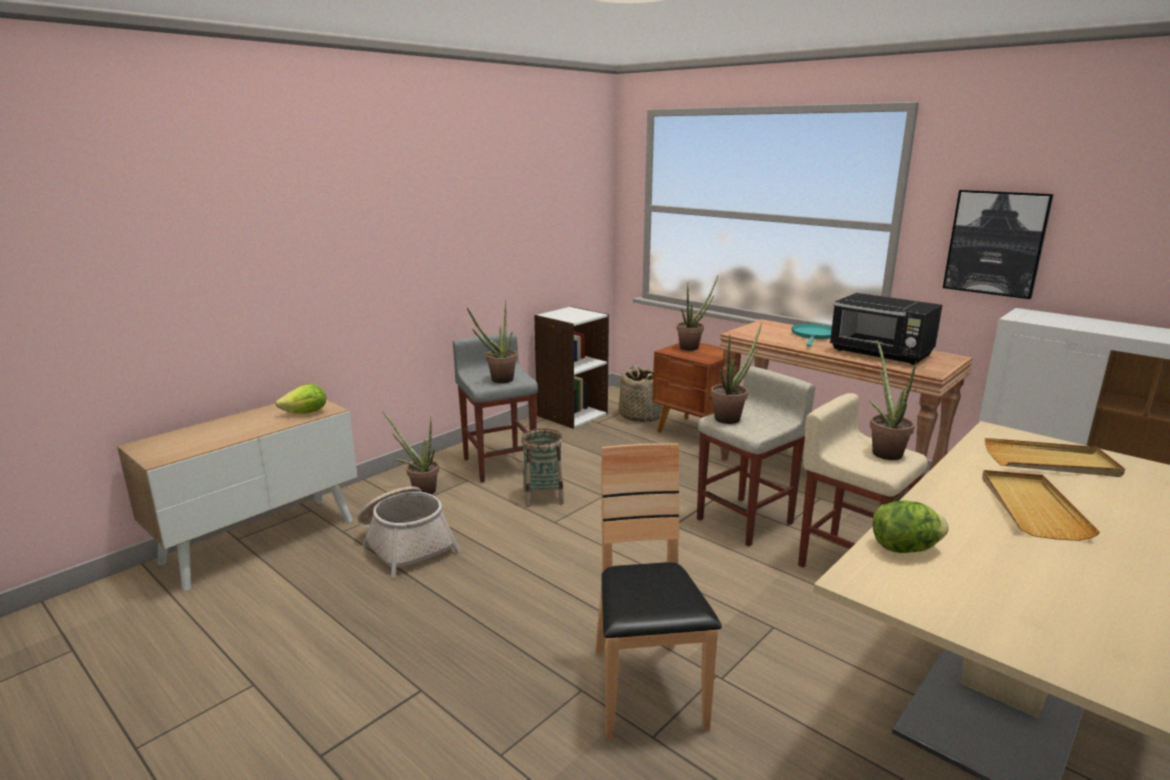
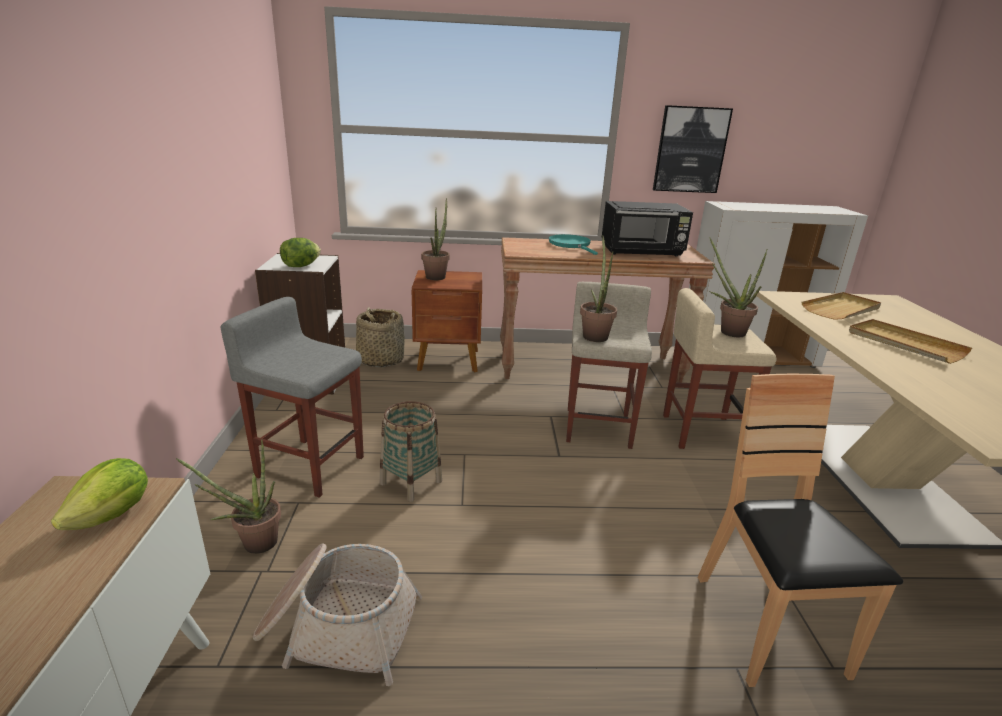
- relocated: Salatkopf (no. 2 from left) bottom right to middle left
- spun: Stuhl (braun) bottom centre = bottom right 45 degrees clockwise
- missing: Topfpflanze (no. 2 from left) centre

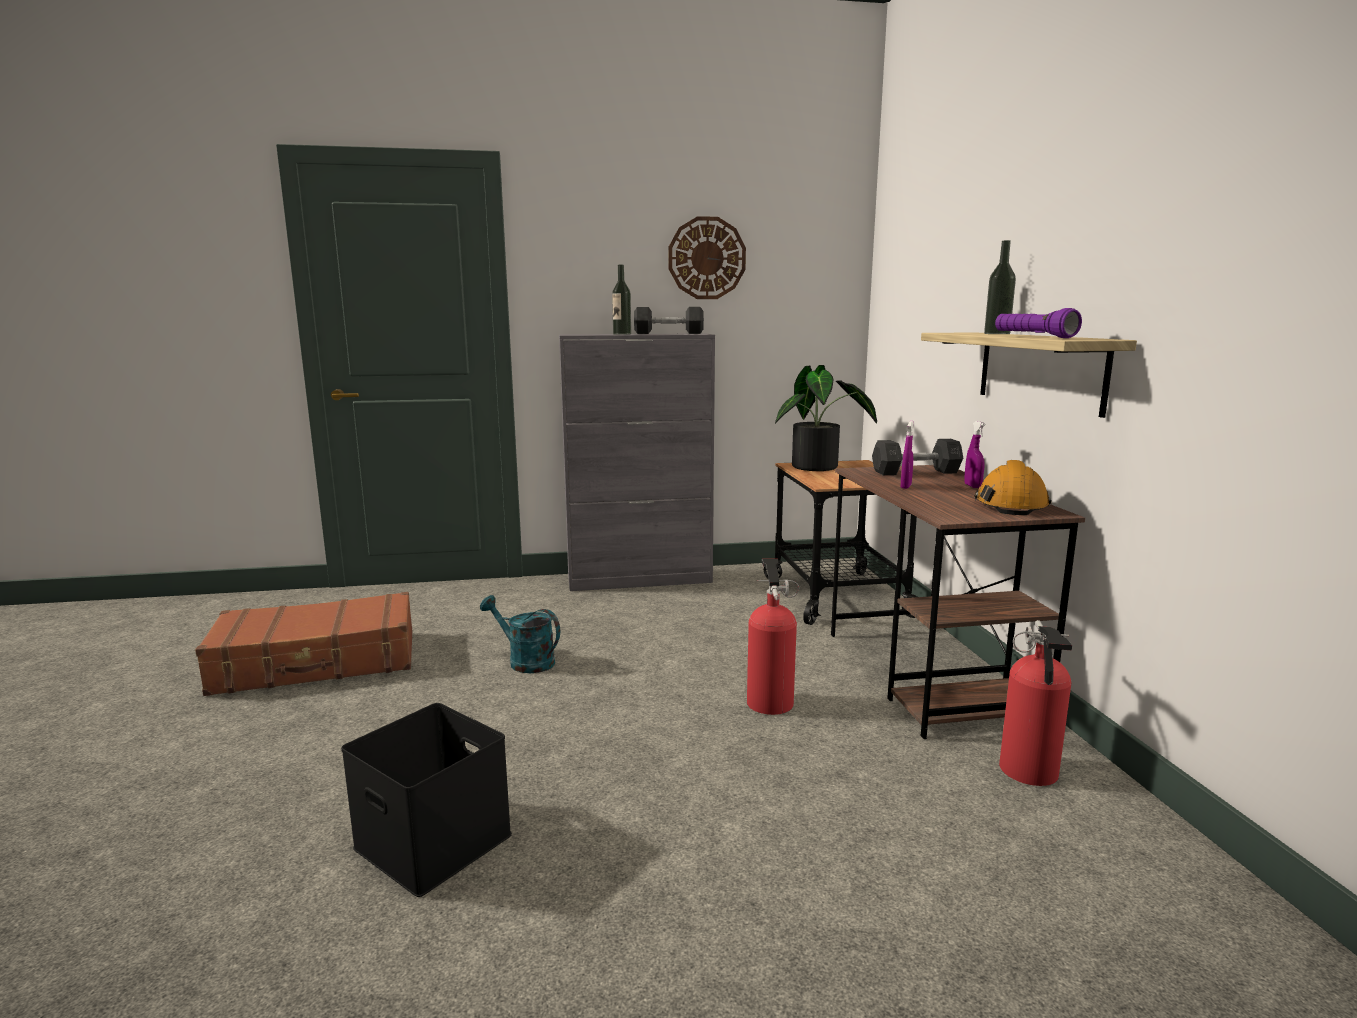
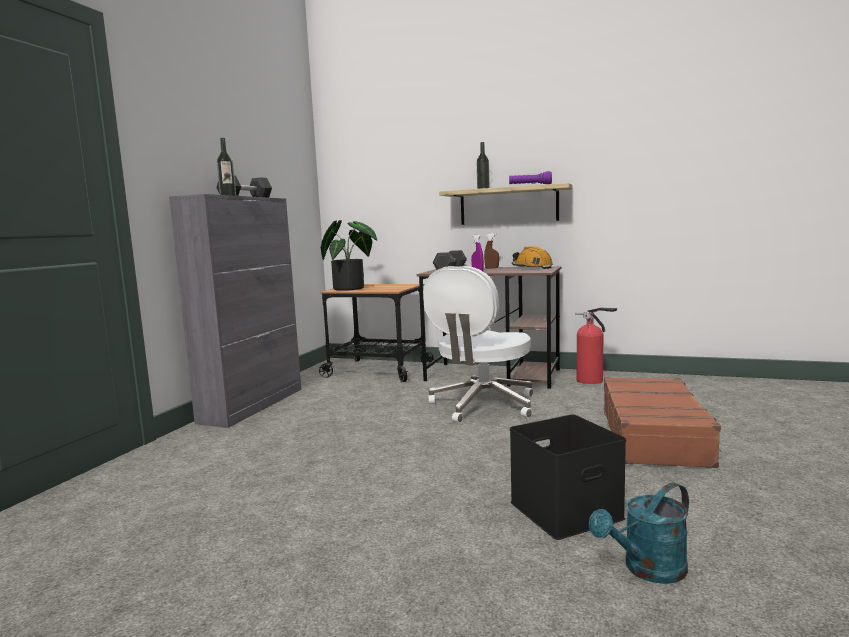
- exchanged: Feuerlöscher (no. 1 from left) centre to Bürostuhl (weiß) centre
- colour: Sprühflasche (lila) (no. 2 from left) middle right to Sprühflasche (braun) centre
- relocated: Gießkanne (türkis) centre to bottom right
- relocated: Koffer (braun) middle left to middle right
- missing: Wanduhr top centre

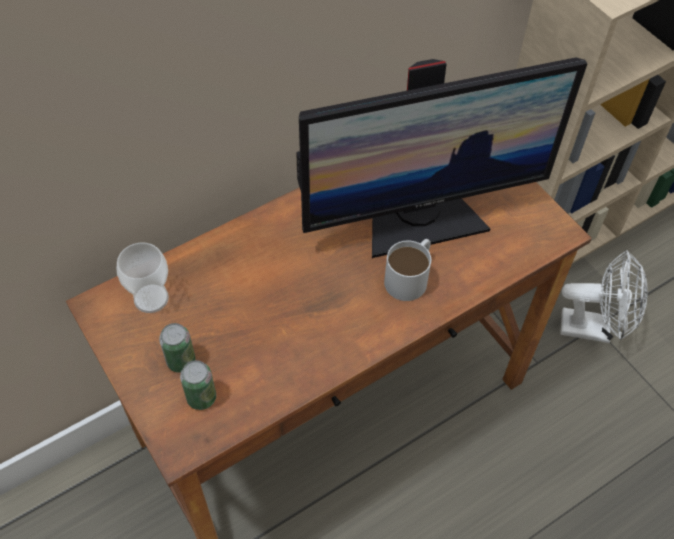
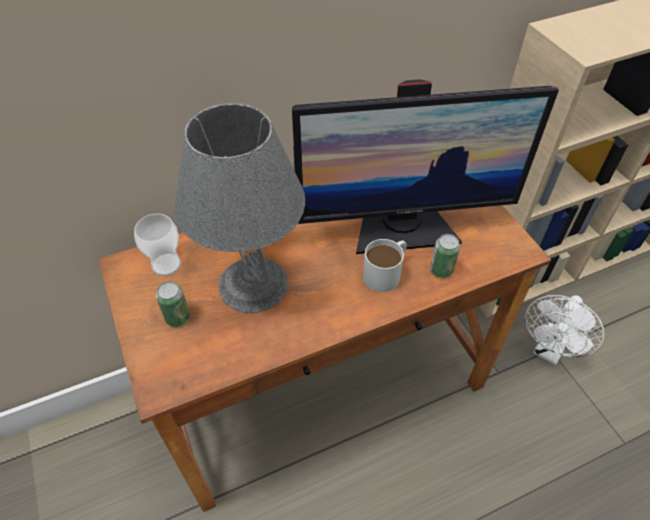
- appeared: Tischlampe (grau) centre
- relocated: Dose (no. 2 from left) bottom left to middle right
- spun: Ventilator (weiß) middle right = middle right 105 degrees clockwise

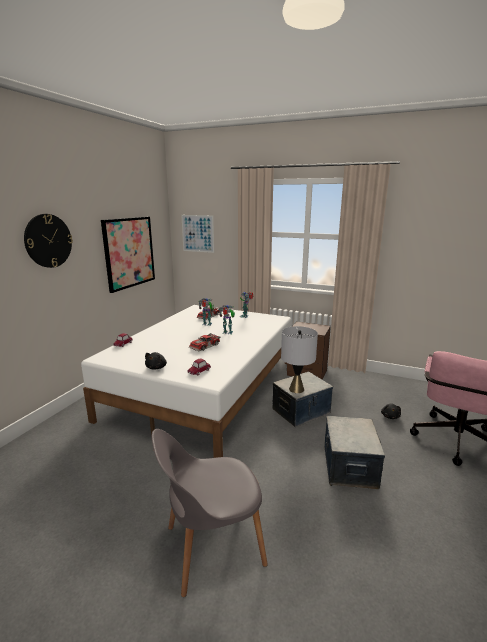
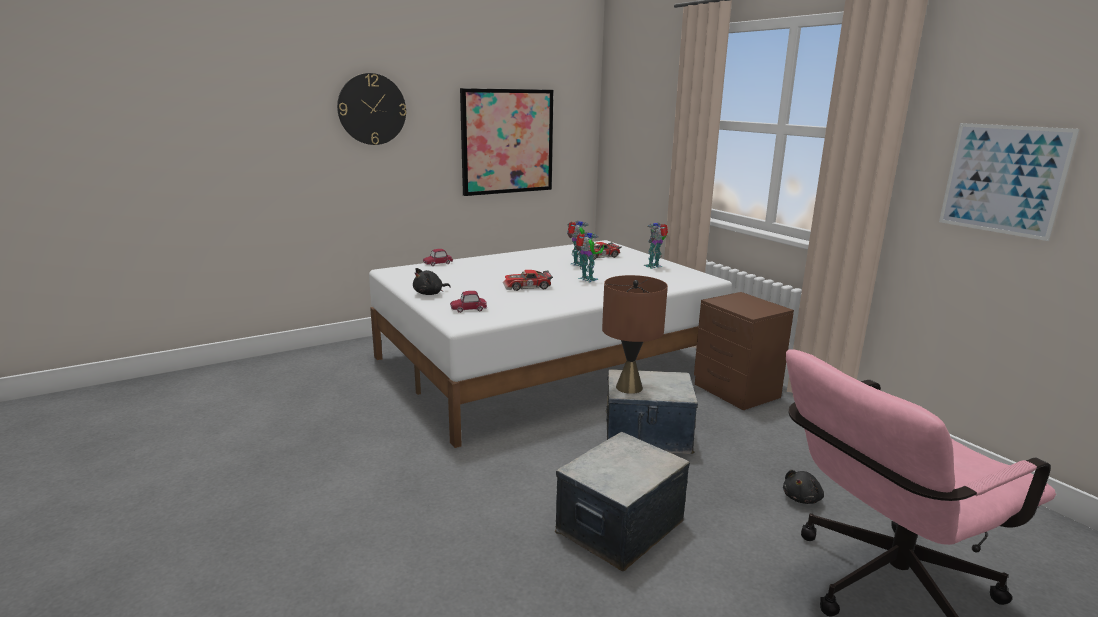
- colour: Tischlampe (grau) centre to Tischlampe (braun) centre
- relocated: Bild (no. 2 from left) centre to top right
- missing: Stuhl (grau) bottom centre

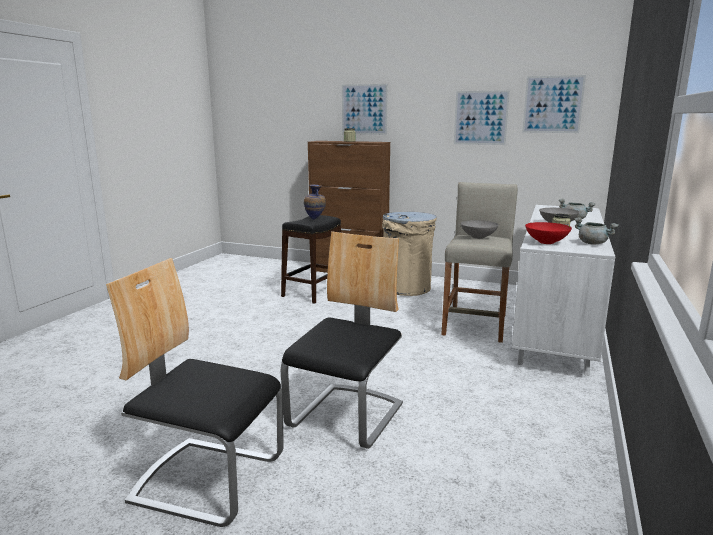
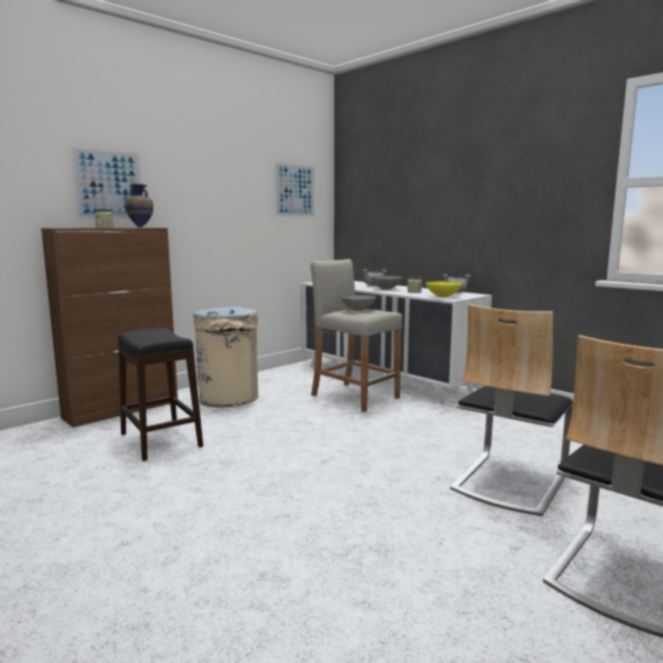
- relocated: Vase centre to top left
- colour: Schüssel (rot) middle right to Schüssel (gelb) middle right
- spun: Stuhl (no. 2 from left in the first image) centre = middle right 105 degrees counterclockwise
- missing: Bild (no. 2 from left) top right

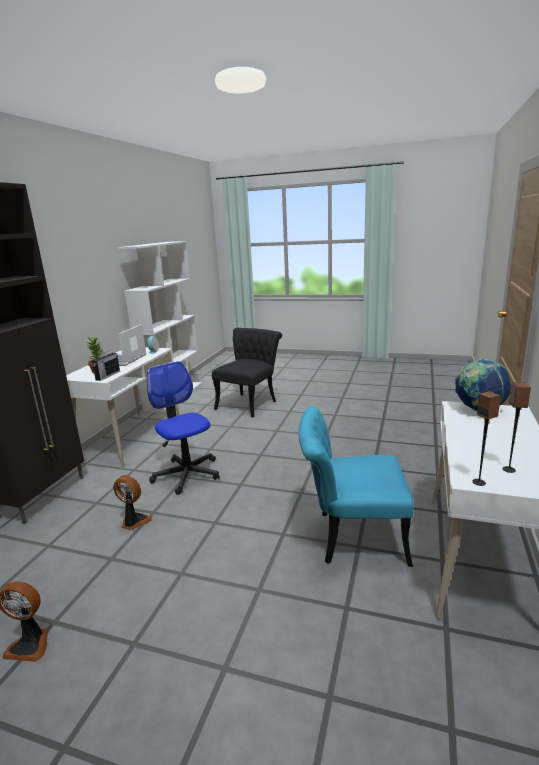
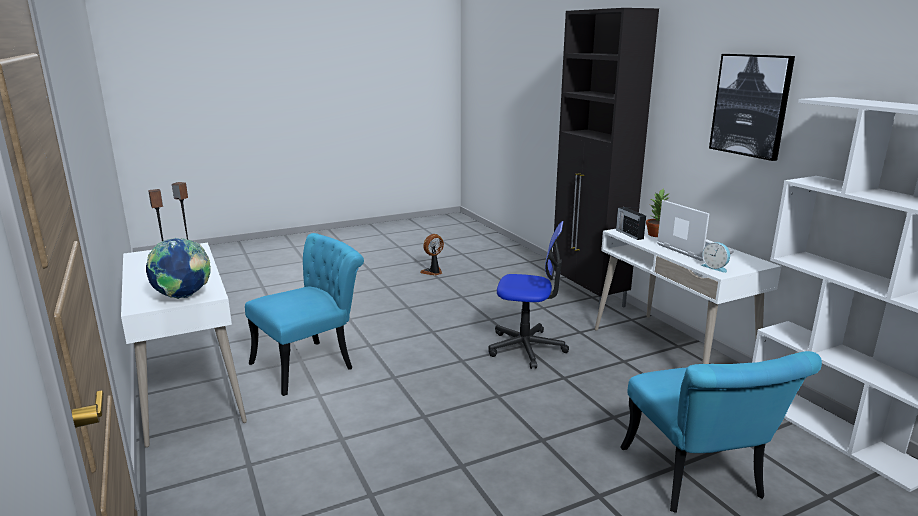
- colour: Stuhl (schwarz) centre to Stuhl (türkis) (no. 2 from left) bottom right
- appeared: Bild top right
- missing: Ventilator (no. 2 from left) middle left

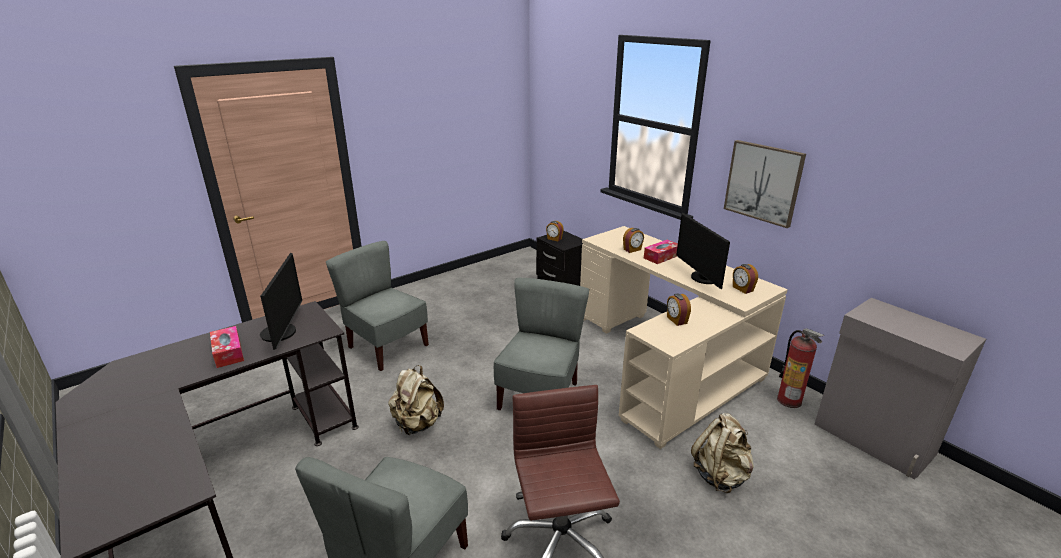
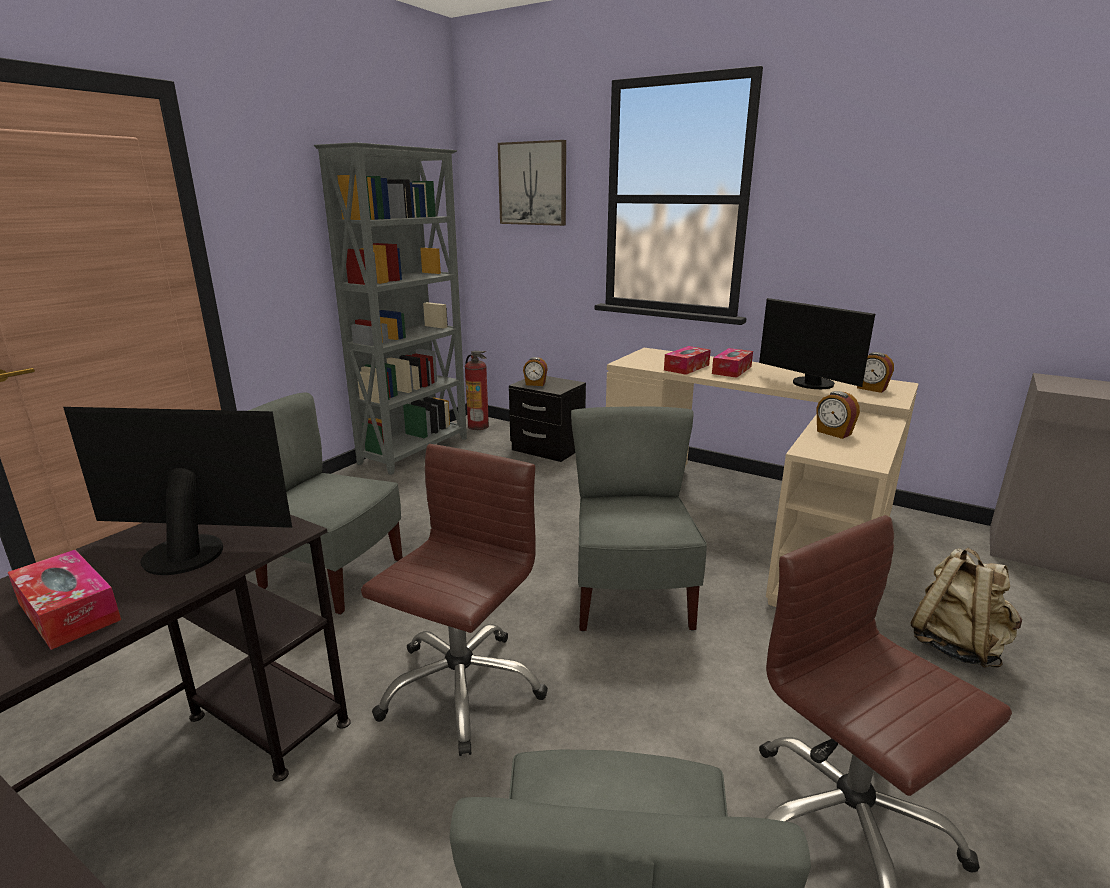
- spun: Monitor (no. 1 from left) middle left = middle left 60 degrees counterclockwise
- appeared: Bücherregal (grau) centre
- exchanged: Rucksack (beige) (no. 1 from left) bottom centre to Bürostuhl (braun) (no. 1 from left) bottom centre
- relocated: Feuerlöscher middle right to centre
- relocated: Bild top right to top centre
- exchanged: Wecker (no. 2 from left) centre to Taschentuchbox (no. 2 from left) centre

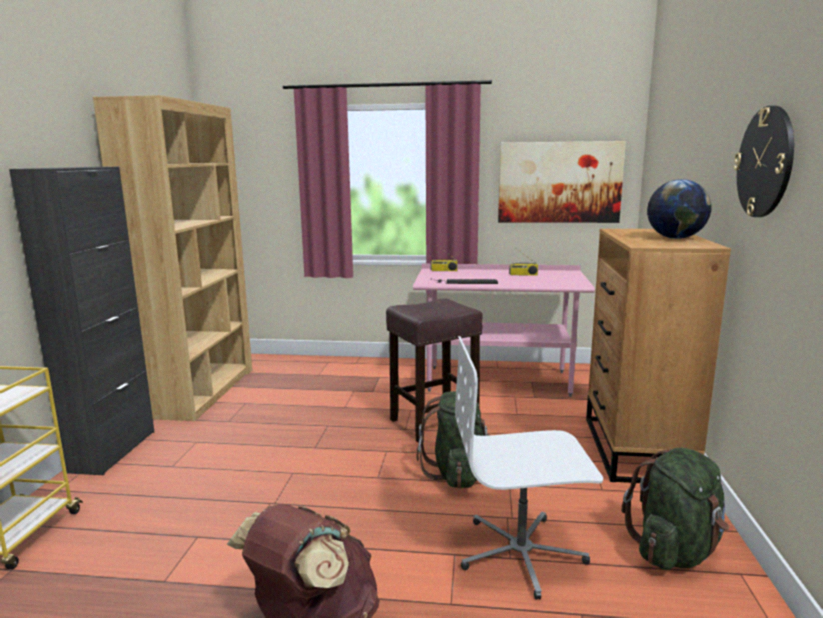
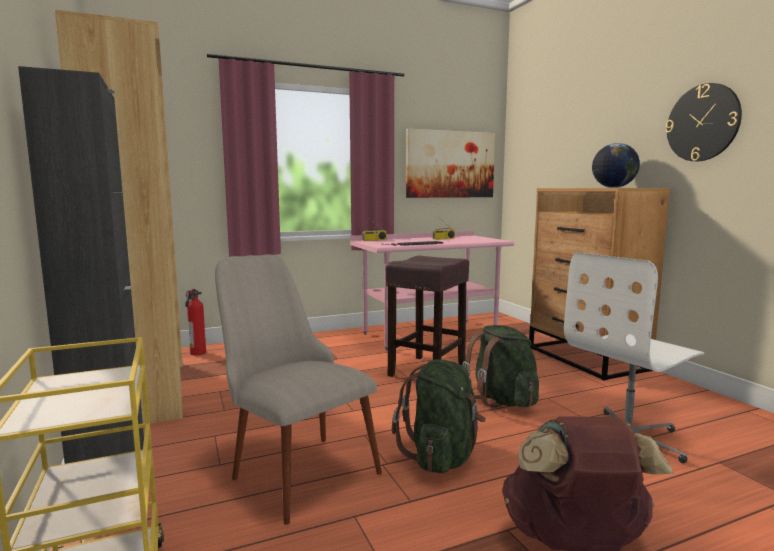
- appeared: Feuerlöscher middle left
- appeared: Stuhl (beige) bottom centre
- relocated: Rucksack (grün) (no. 2 from left in the first image) bottom right to Rucksack (grün) (no. 1 from left) bottom centre

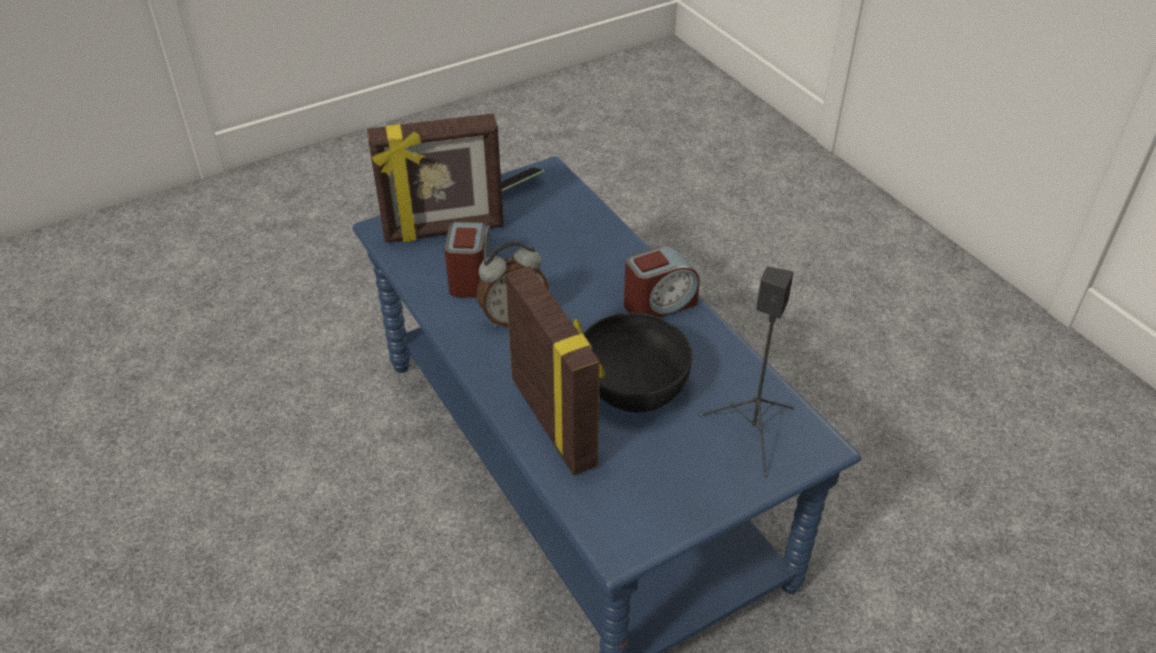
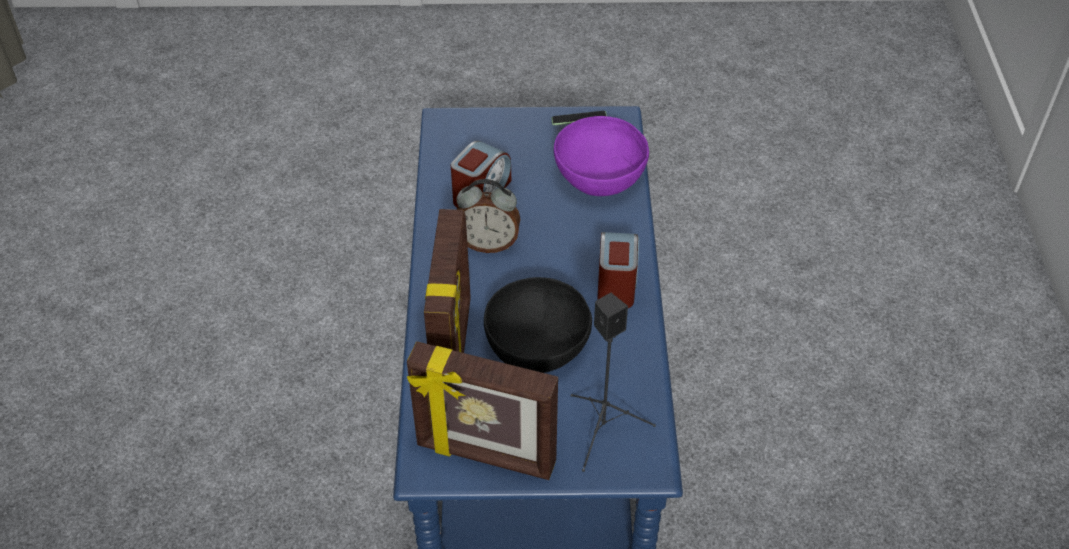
- relocated: Bilderrahmen (no. 1 from left in the first image) top centre to Bilderrahmen (no. 2 from left) bottom centre
- appeared: Schüssel (lila) top centre
- spun: Wecker (no. 3 from left) centre = centre 90 degrees counterclockwise

